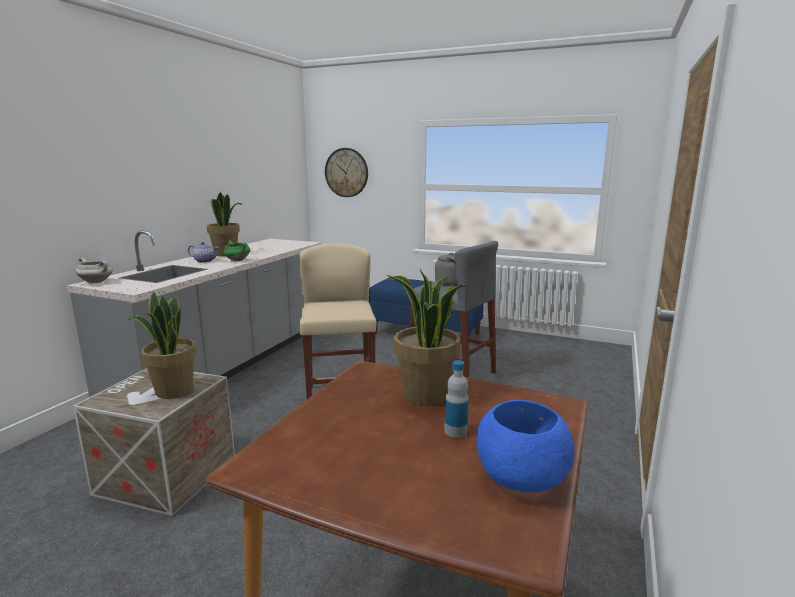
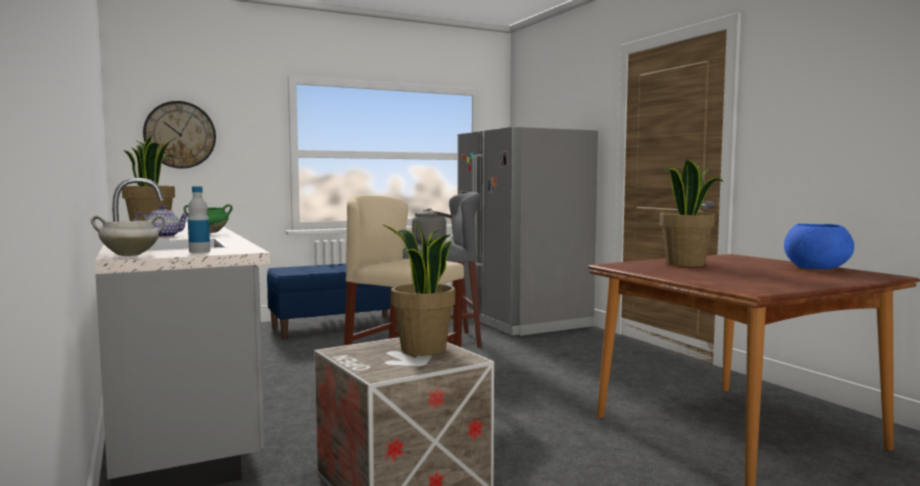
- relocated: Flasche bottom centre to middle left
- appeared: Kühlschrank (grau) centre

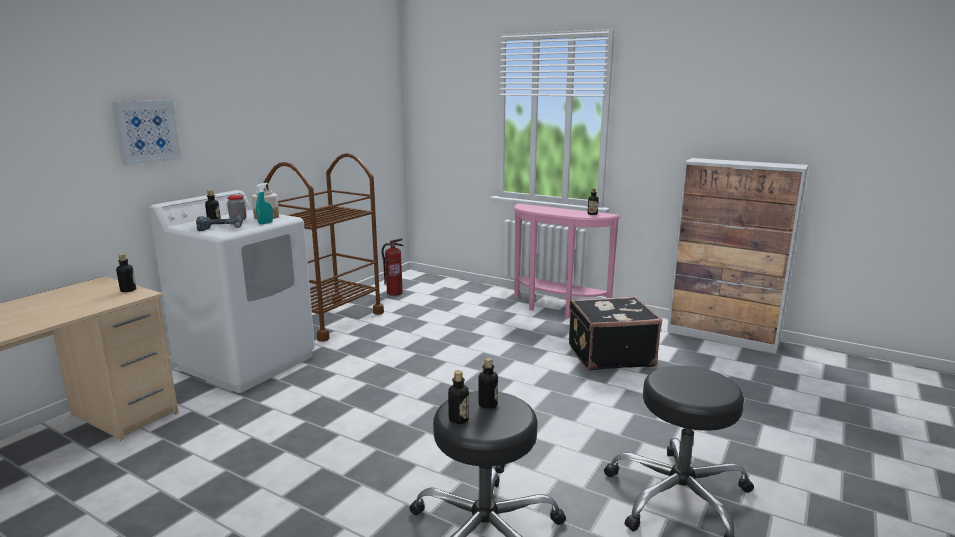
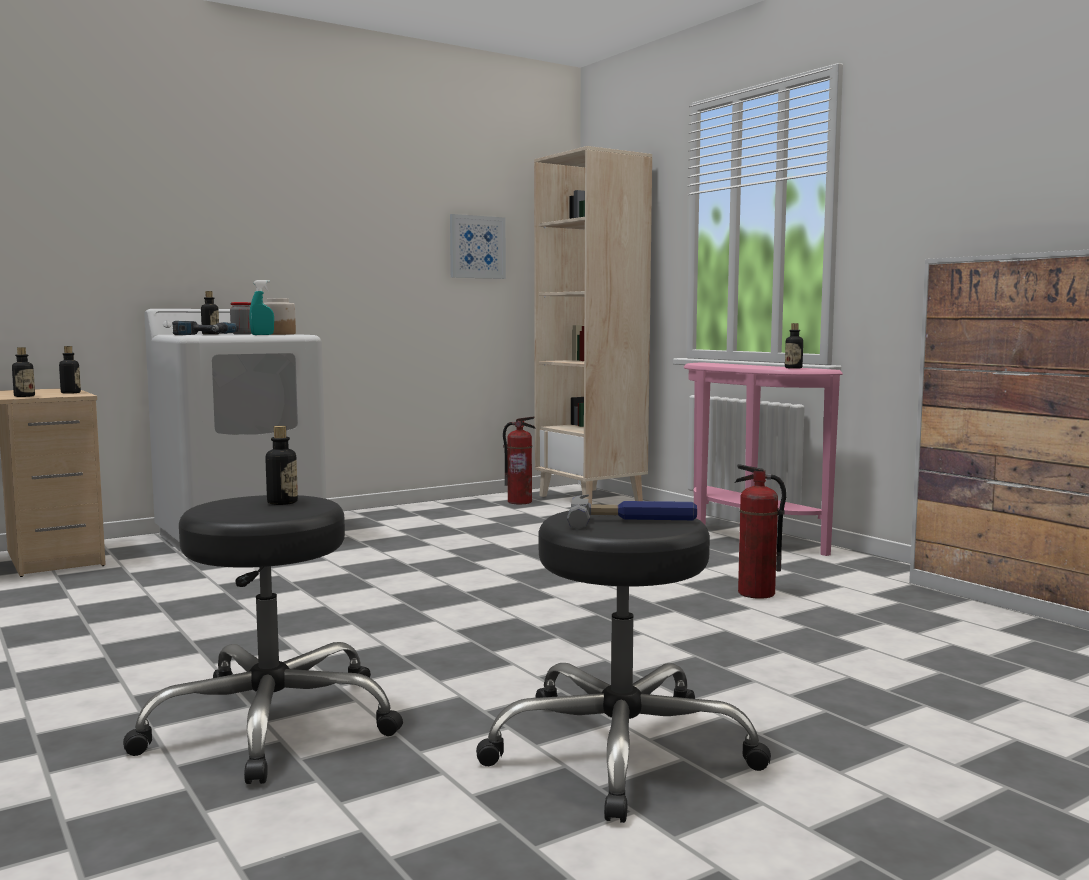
- relocated: Flasche (no. 3 from left in the first image) bottom centre to Flasche (no. 1 from left) middle left
- relocated: Bild top left to top centre
- appeared: Bücherregal (beige) centre
- appeared: Hammer centre
- exchanged: Koffer (schwarz) centre to Feuerlöscher (no. 2 from left) middle right
- missing: Rollwagen (braun) centre

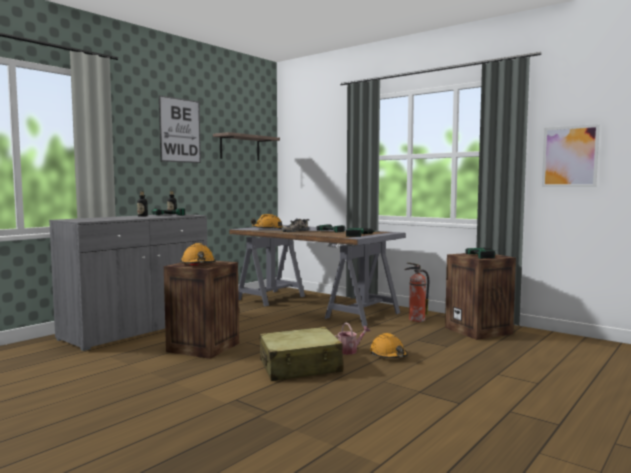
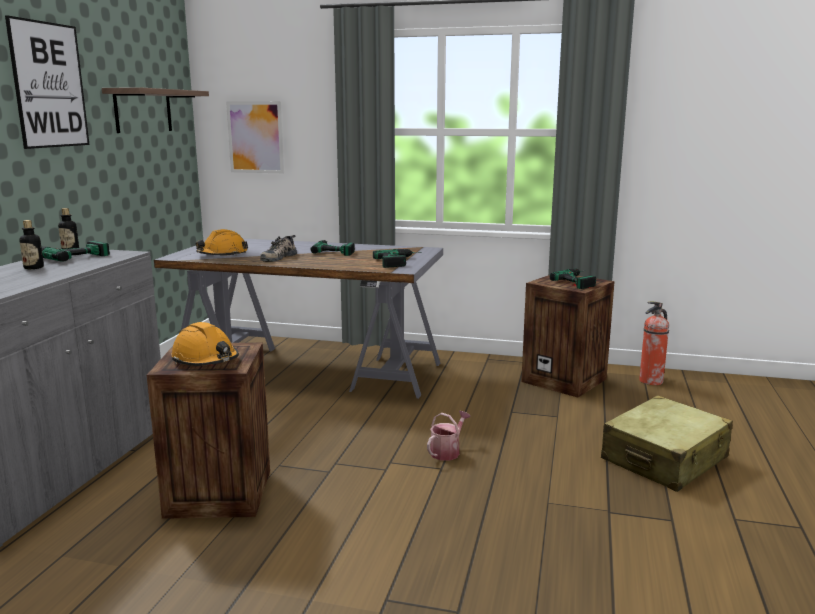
- relocated: Bild (no. 2 from left) top right to top left
- relocated: Koffer (beige) bottom centre to bottom right
- relocated: Feuerlöscher centre to middle right
- missing: Schutzhelm (orange) (no. 3 from left) bottom centre

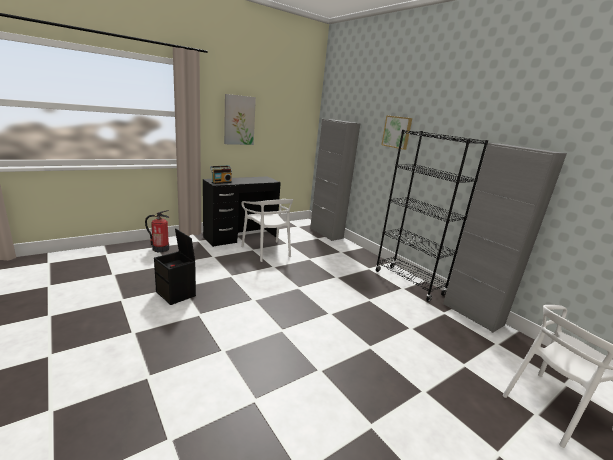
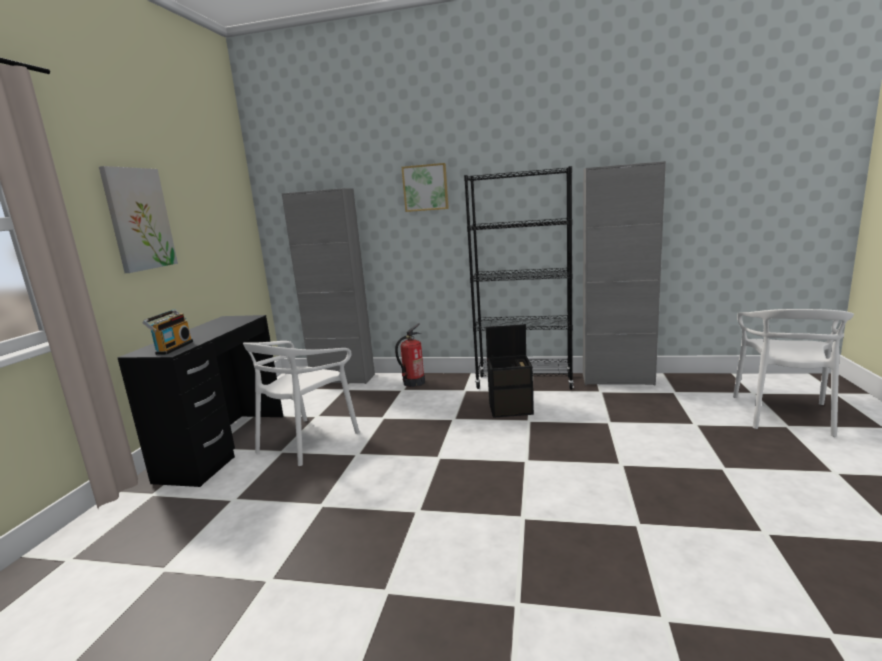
- spun: Stuhl (weiß) (no. 1 from left) centre = centre 105 degrees clockwise
- relocated: Feuerlöscher middle left to centre
- relocated: Aufbewahrungsbox (schwarz) middle left to centre

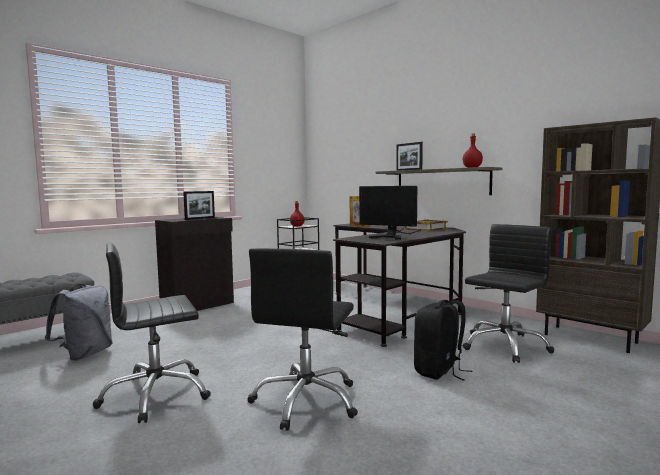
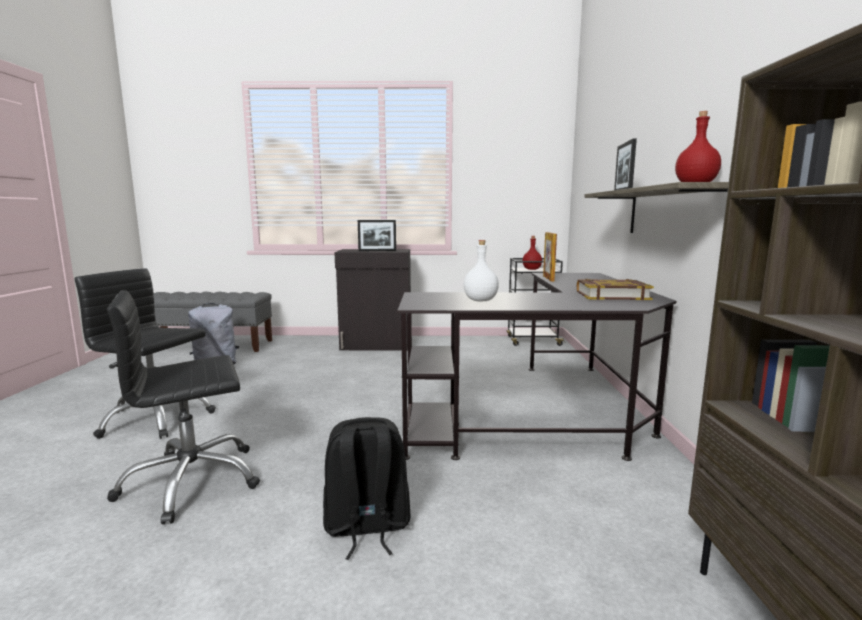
- exchanged: Monitor centre to Flasche (weiß) centre
- missing: Bürostuhl (schwarz) (no. 3 from left) middle right

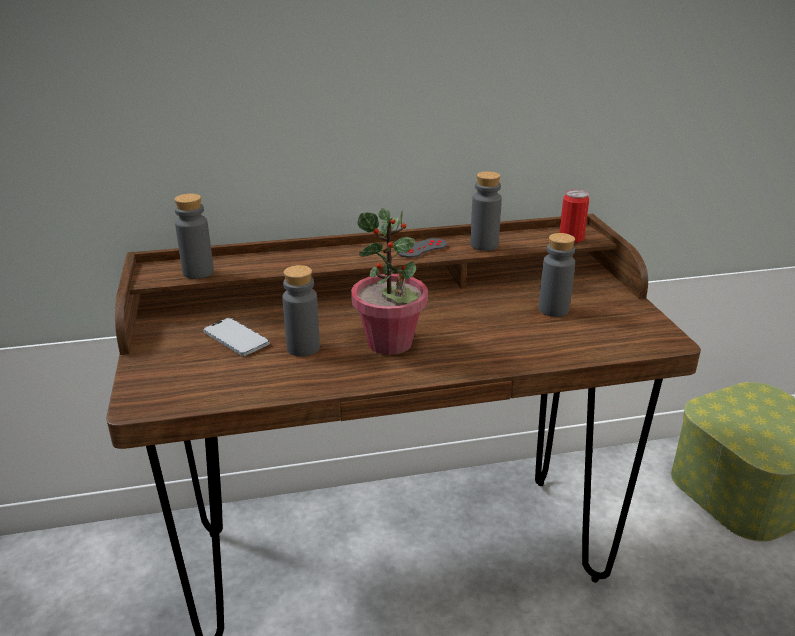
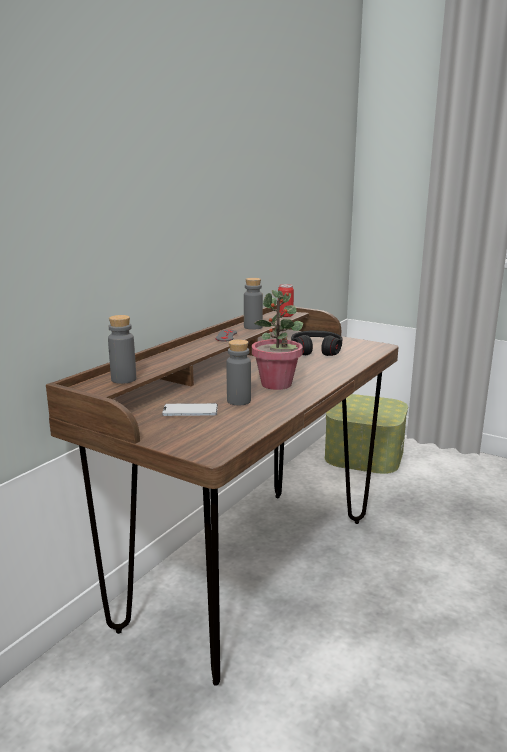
- exchanged: Flasche (grau) (no. 4 from left) middle right to Kopfhörer (schwarz) centre

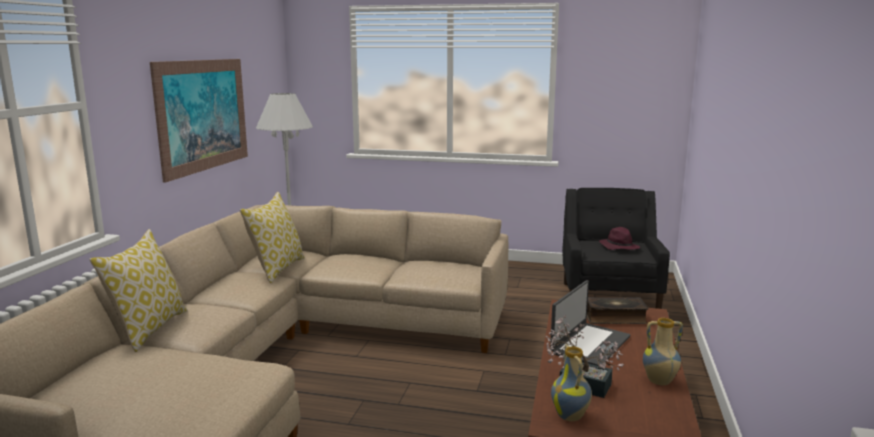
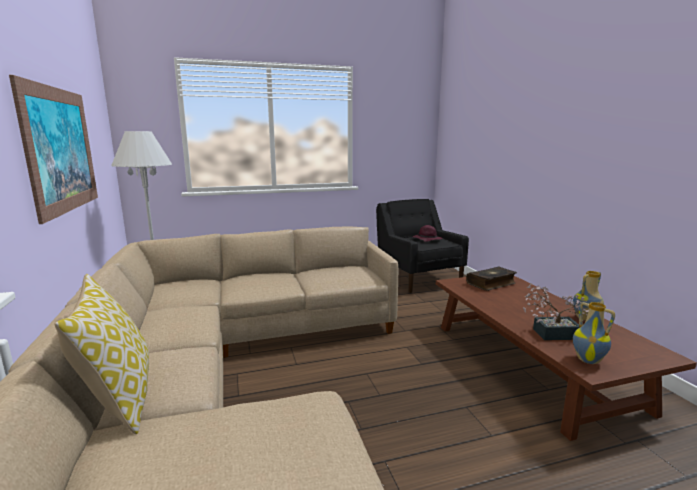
- missing: Kissen (no. 2 from left) middle left
- missing: Laptop bottom right

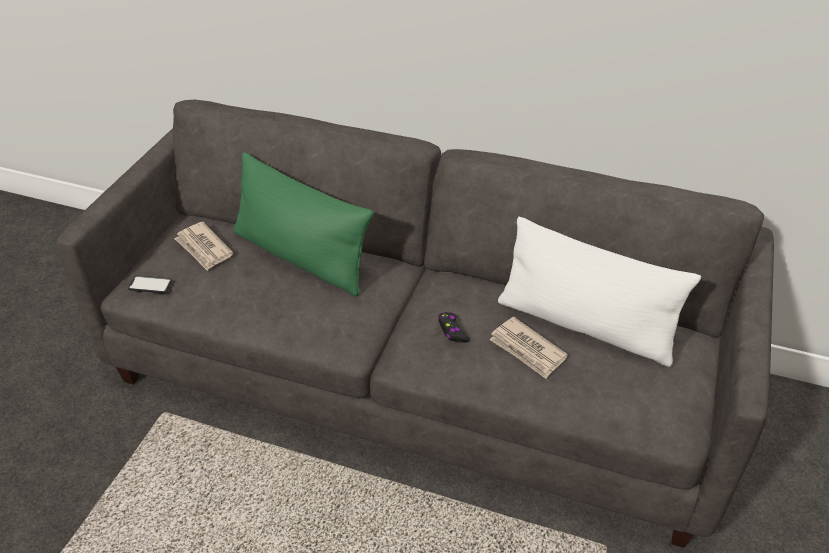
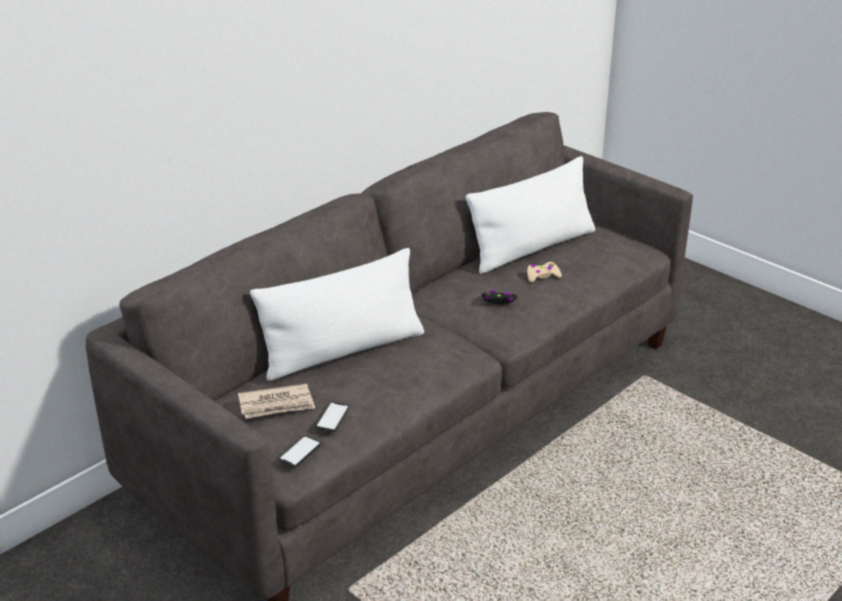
- colour: Kissen (grün) centre to Kissen (weiß) (no. 1 from left) centre
- appeared: Handy (no. 2 from left) bottom centre
- exchanged: Zeitung (no. 2 from left) centre to Gamepad (beige) centre

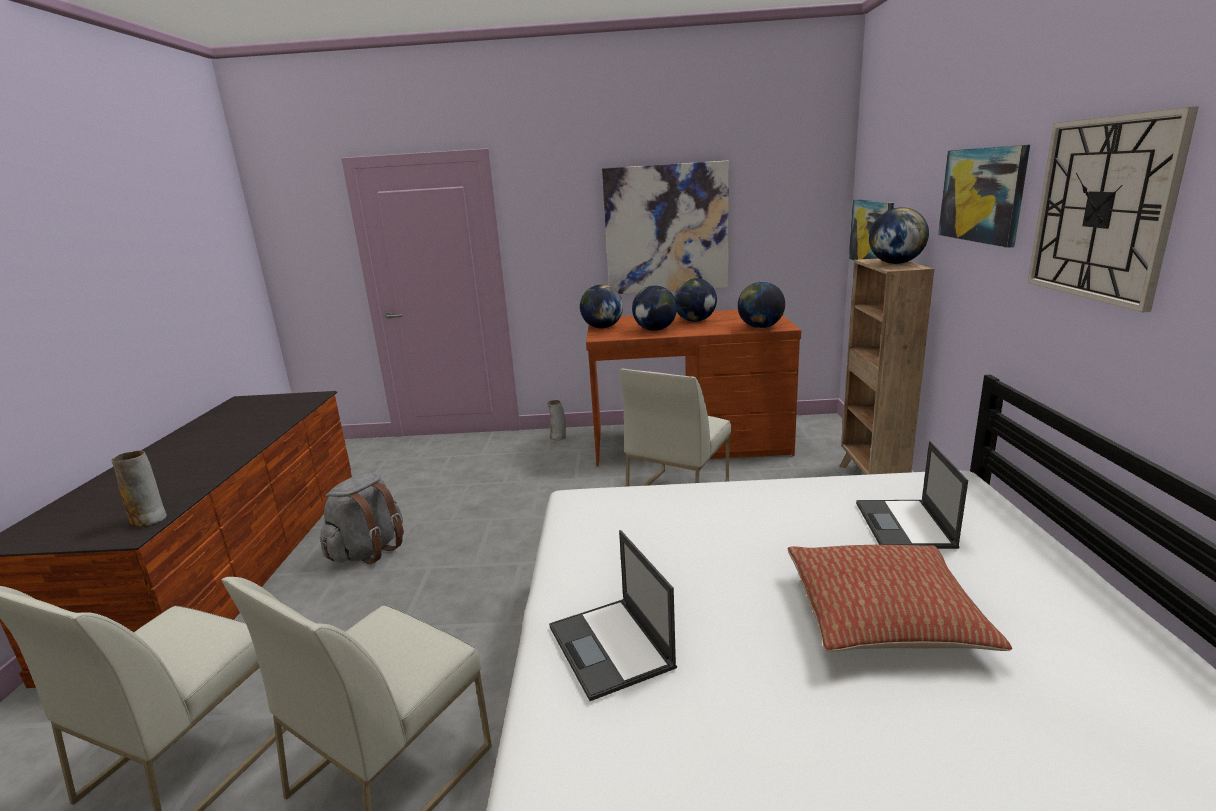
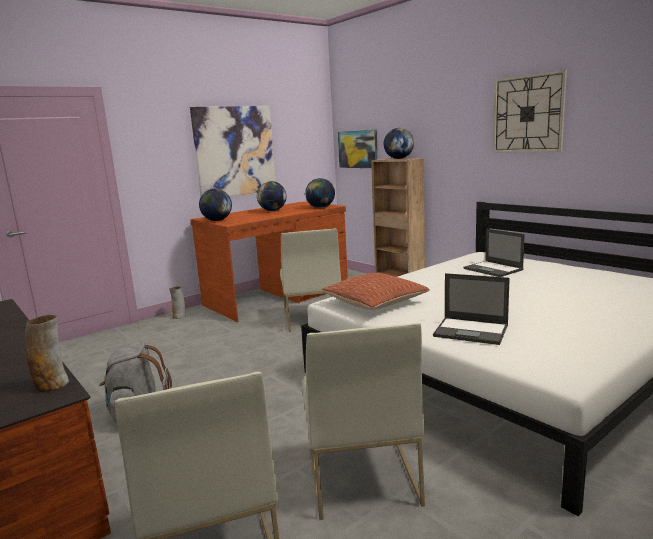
- relocated: Kissen bottom right to centre
- missing: Globus (no. 2 from left) centre
- missing: Bild (no. 3 from left) top right

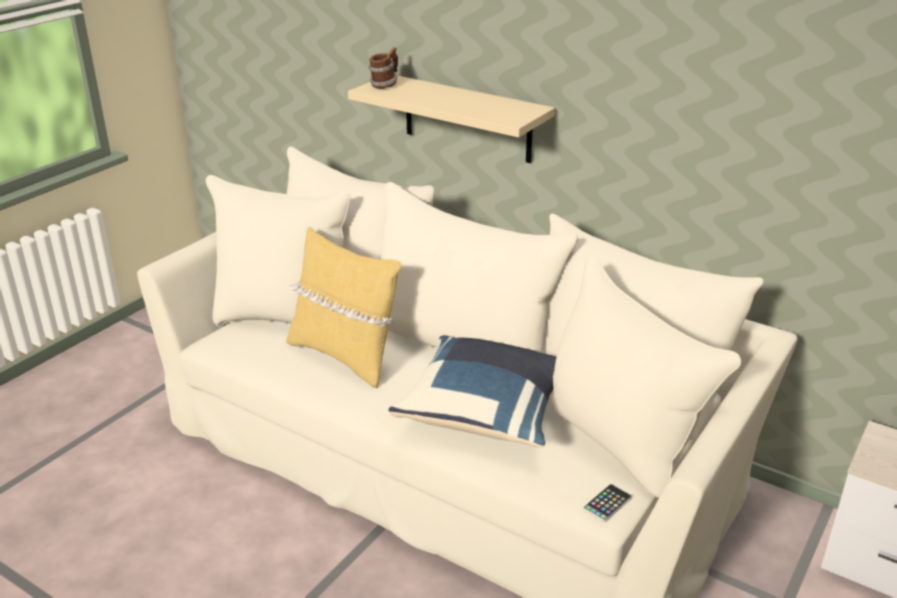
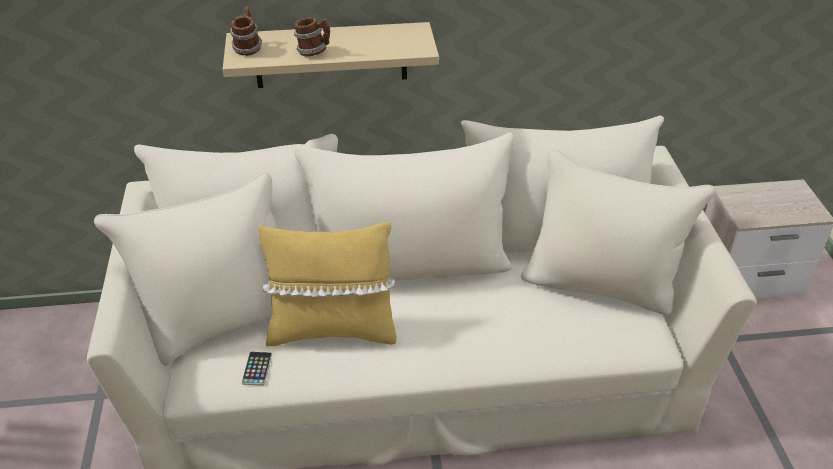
- relocated: Handy bottom right to bottom left
- appeared: Henkelbecher (no. 2 from left) top centre
- missing: Kissen (blau) centre

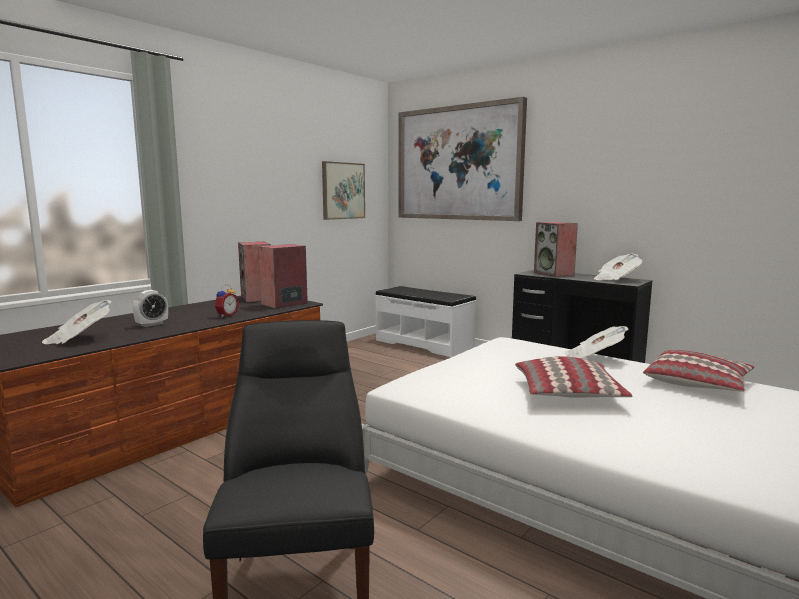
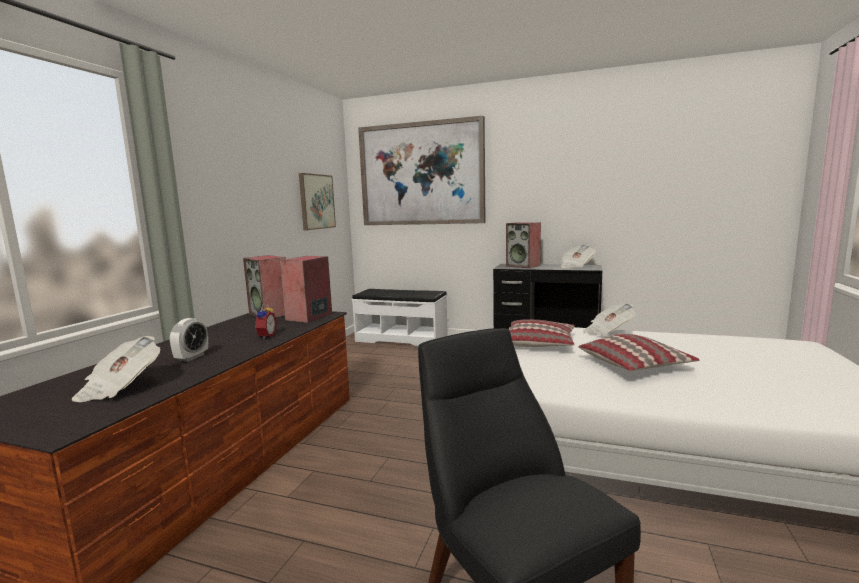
- relocated: Kissen (no. 2 from left in the first image) middle right to Kissen (no. 1 from left) centre

